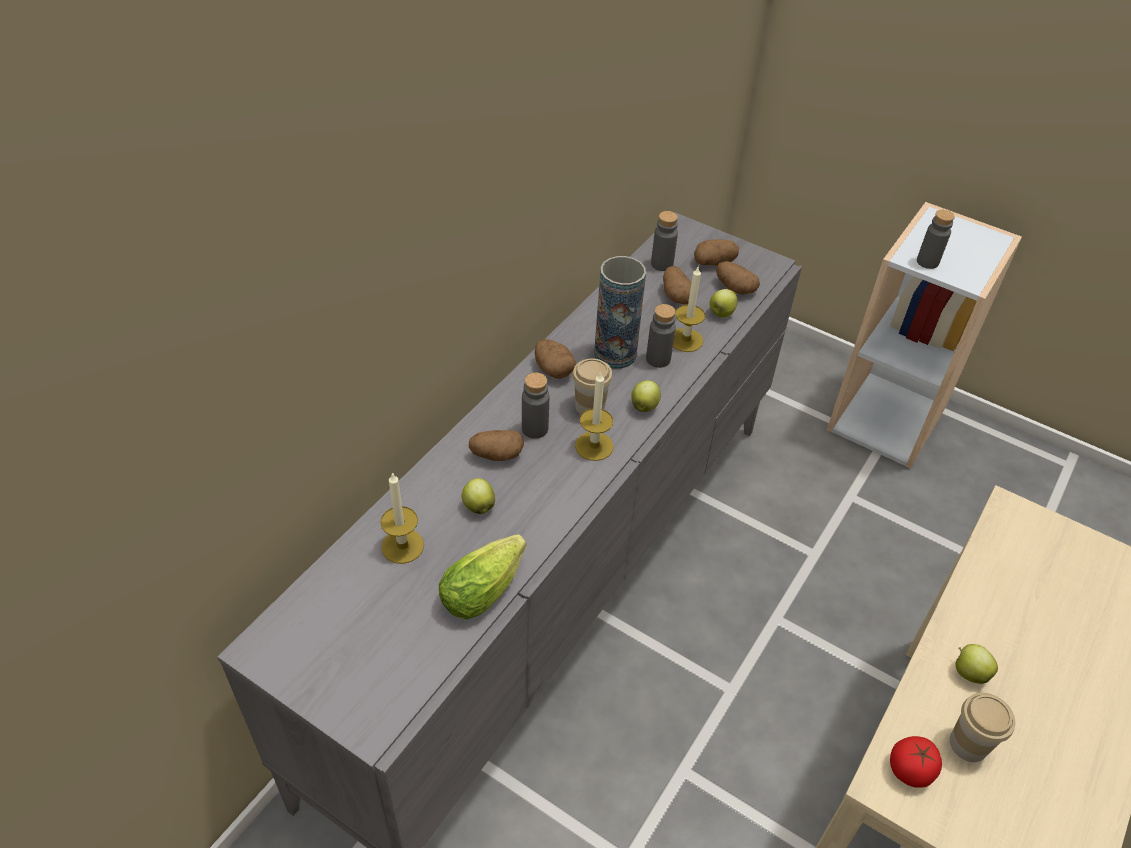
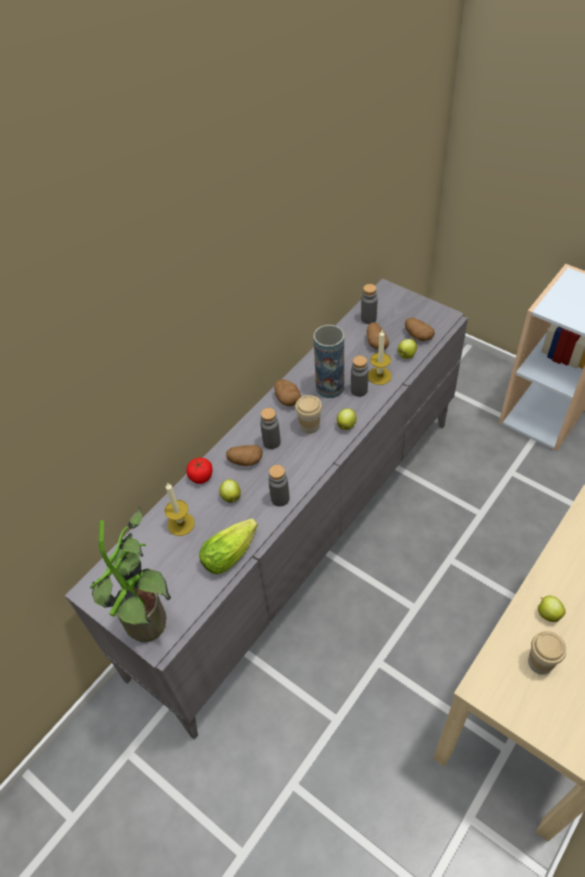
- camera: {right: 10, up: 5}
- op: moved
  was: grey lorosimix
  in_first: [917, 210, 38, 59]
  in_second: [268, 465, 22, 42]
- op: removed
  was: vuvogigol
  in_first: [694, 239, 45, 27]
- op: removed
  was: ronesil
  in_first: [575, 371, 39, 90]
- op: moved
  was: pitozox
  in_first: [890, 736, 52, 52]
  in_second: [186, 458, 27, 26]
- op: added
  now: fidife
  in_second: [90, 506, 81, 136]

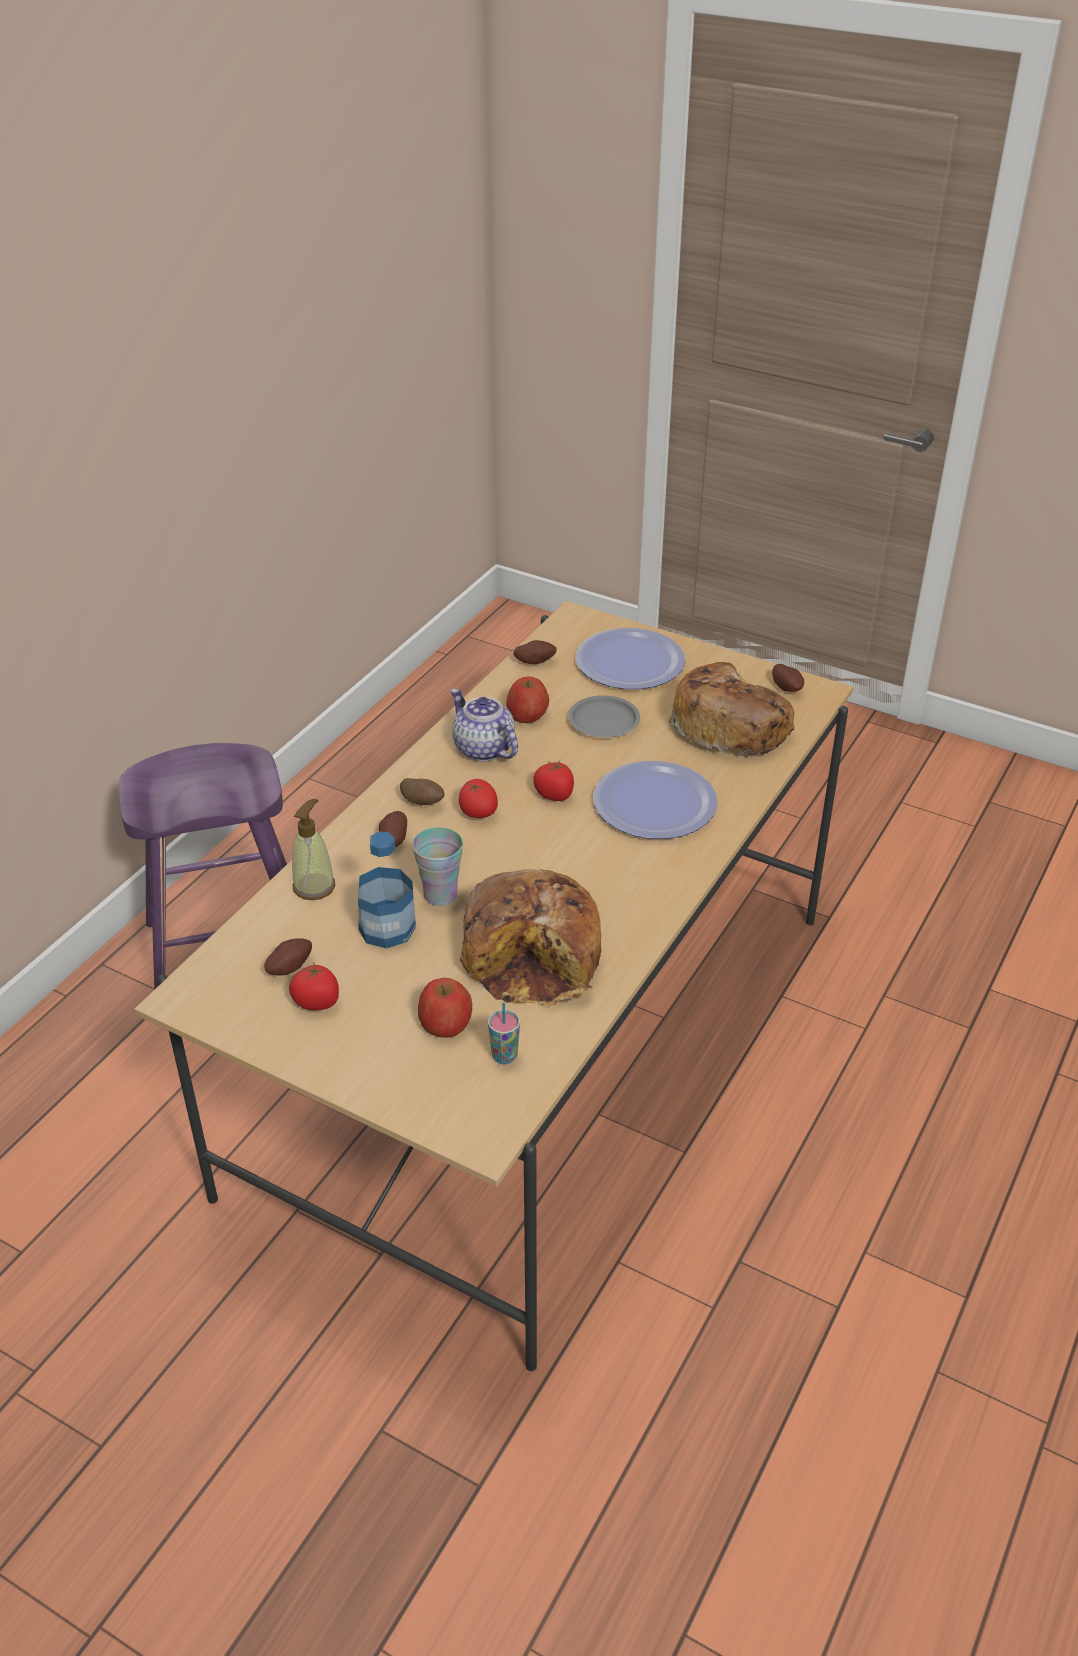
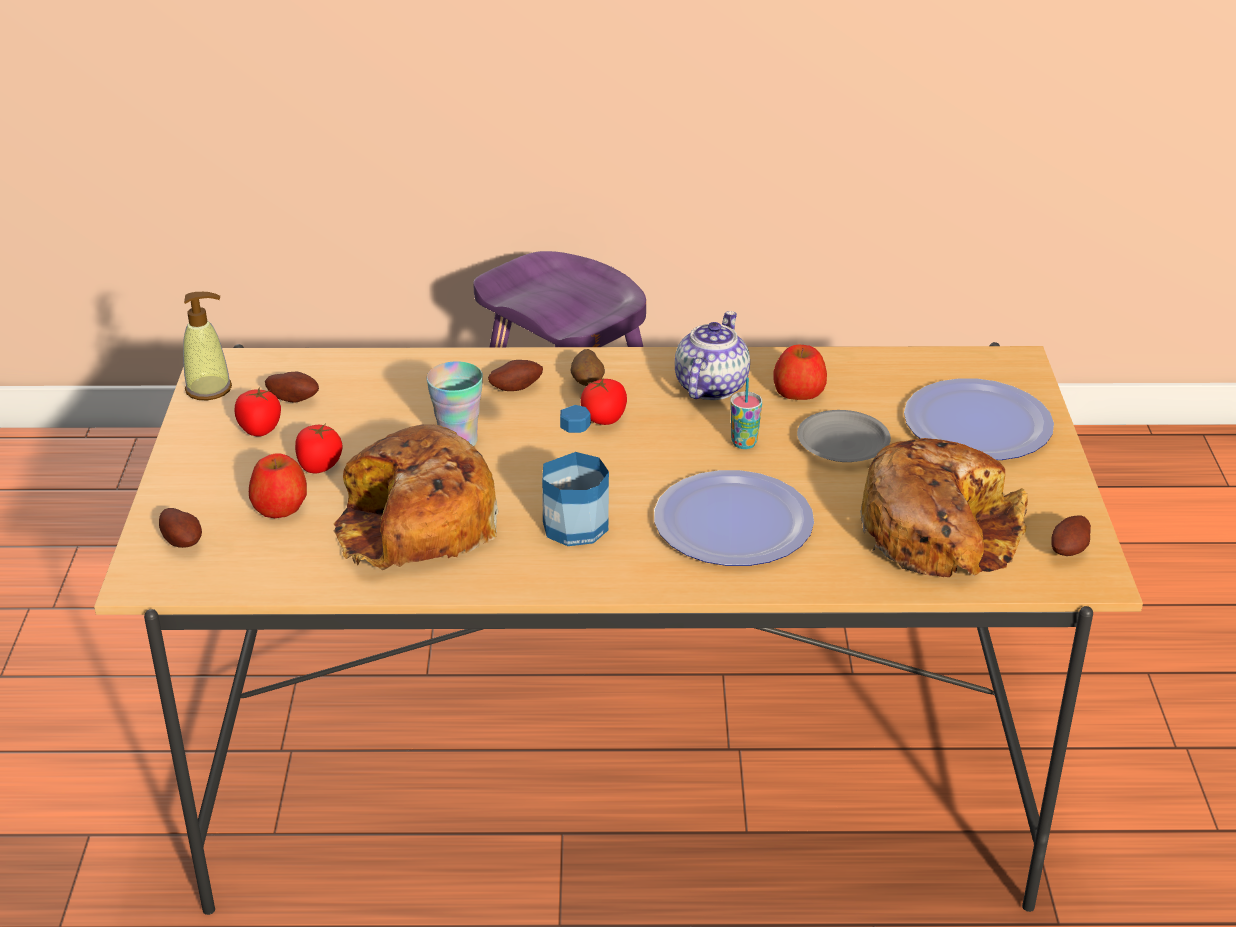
- camera: {right: 60, up: -5}
- op: moved
  was: vuvogigol
  in_first: [513, 640, 44, 24]
  in_second: [159, 508, 43, 40]
- op: moved
  was: pitozox
  in_first: [534, 760, 40, 41]
  in_second: [295, 424, 47, 49]
- op: moved
  was: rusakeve
  in_first: [292, 799, 43, 101]
  in_second: [183, 292, 49, 108]
- op: moved
  was: lorosimix
  in_first: [358, 831, 58, 117]
  in_second: [542, 405, 67, 141]
- op: moved
  was: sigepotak
  in_first: [488, 1002, 32, 62]
  in_second: [730, 377, 32, 72]

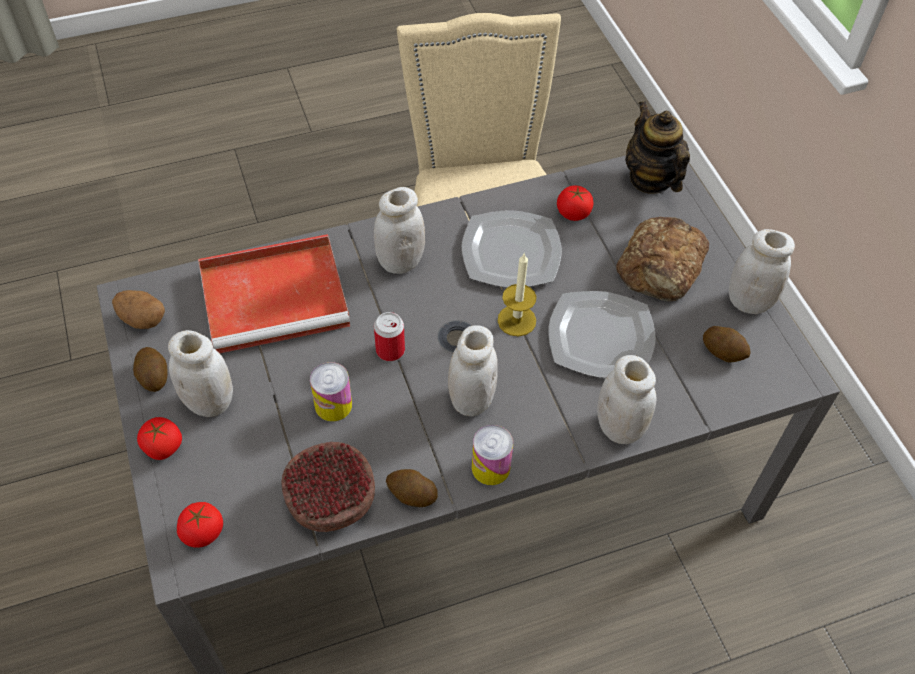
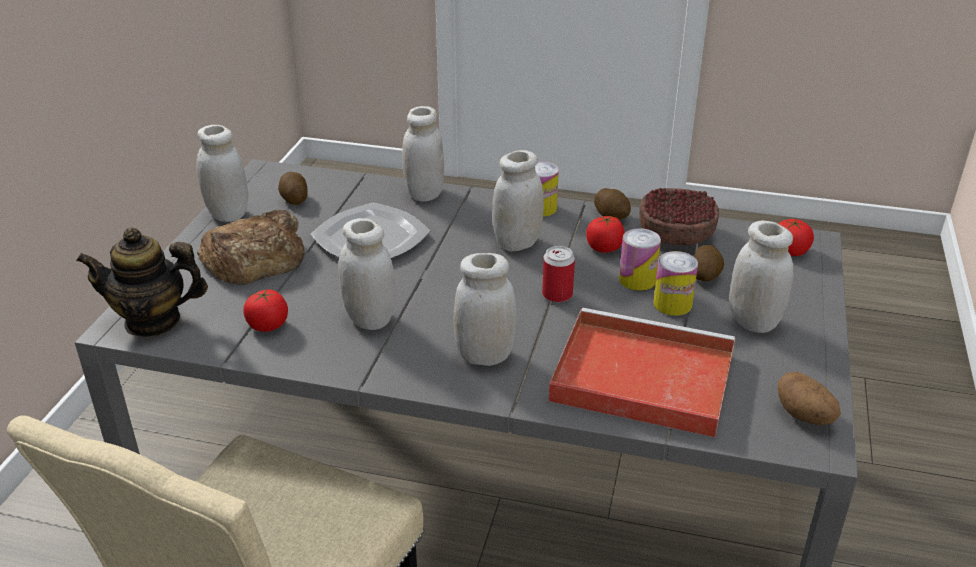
- camera: {right: -145, up: -20}
- op: turned
  was: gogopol
  in_first: [625, 101, 65, 93]
  in_second: [76, 227, 132, 110]
  clockwise: 75
- op: replaced
  was: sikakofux
  now: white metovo
  in_first: [462, 210, 100, 77]
  in_second: [339, 218, 57, 112]
- op: removed
  was: ronesil
  in_first: [498, 253, 38, 83]
- op: moved
  was: vuvogigol
  in_first: [133, 347, 35, 45]
  in_second: [694, 245, 30, 36]
- op: moved
  was: pitozox
  in_first: [137, 417, 45, 43]
  in_second: [586, 216, 39, 37]
- op: added
  now: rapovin
  in_second: [654, 251, 44, 65]

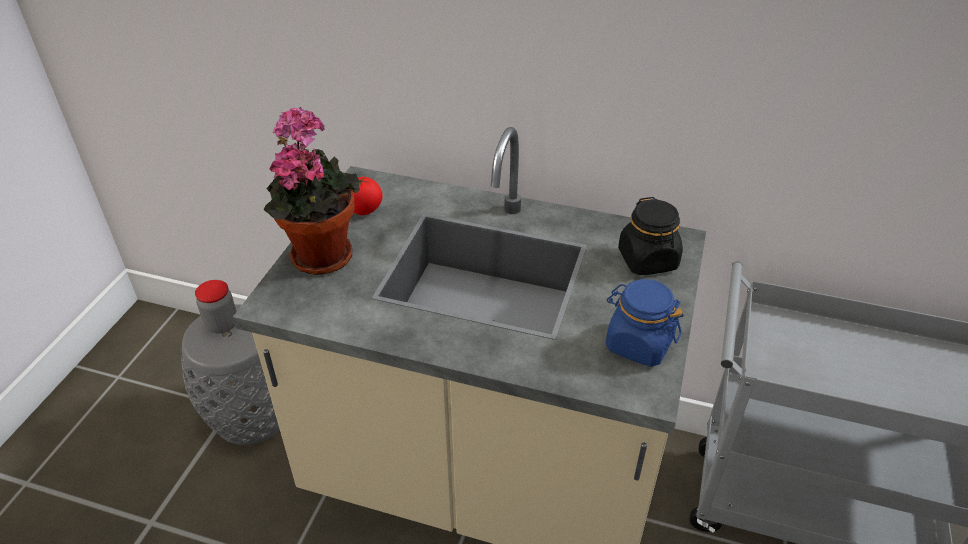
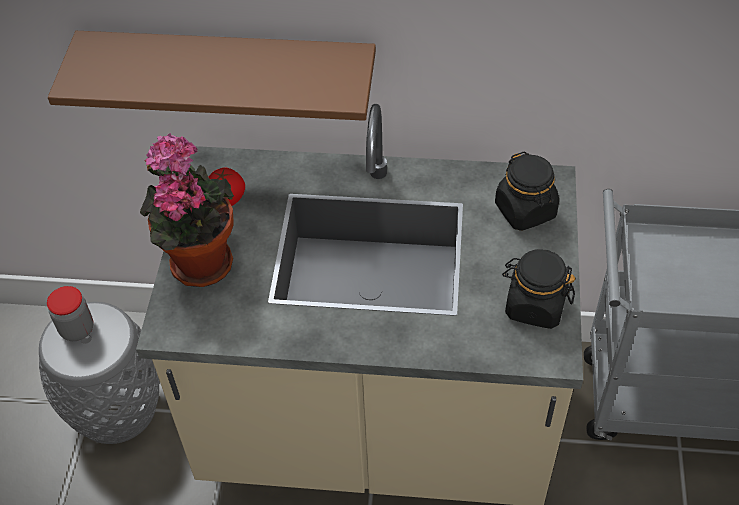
- camera: {right: -10, up: 10}
- op: recoloured
  was: blue metovo
  now: black metovo
  in_first: [606, 279, 77, 88]
  in_second: [502, 249, 74, 80]
- op: added
  now: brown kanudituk
  in_second: [48, 31, 328, 90]

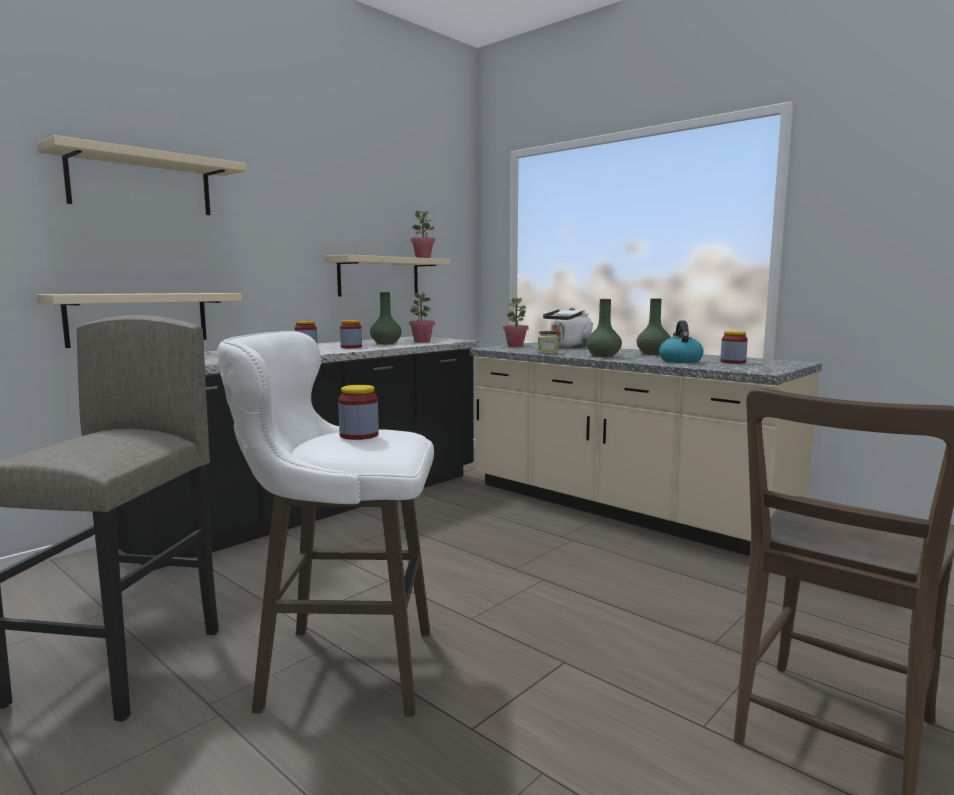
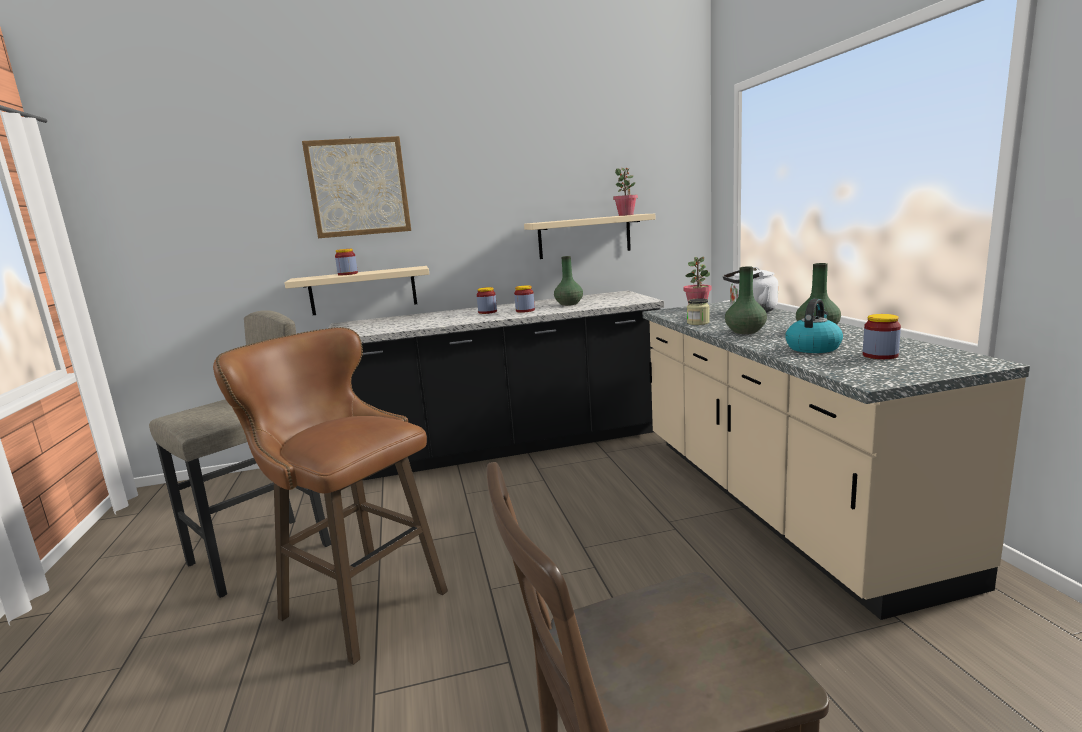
- camera: {right: 35, up: 5}
- op: replaced
  was: beige kanudituk
  now: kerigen
  in_first: [37, 135, 210, 80]
  in_second: [302, 136, 109, 102]
- op: removed
  was: fidife
  in_first: [409, 293, 26, 50]
- op: recoloured
  was: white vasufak
  now: brown vasufak
  in_first: [217, 331, 217, 386]
  in_second: [213, 327, 235, 338]
- op: moved
  was: metovo
  in_first: [338, 385, 41, 55]
  in_second: [335, 249, 23, 26]

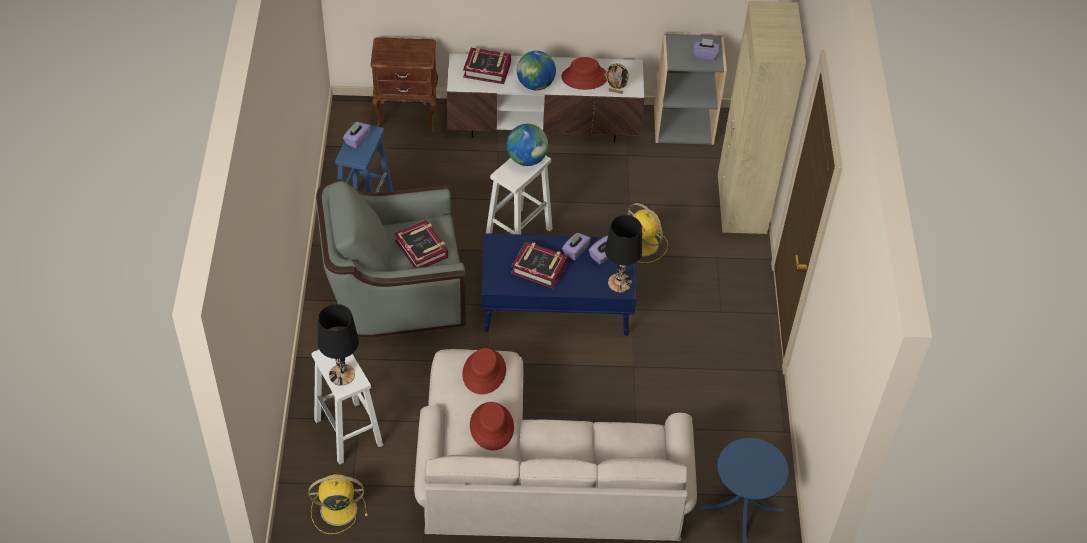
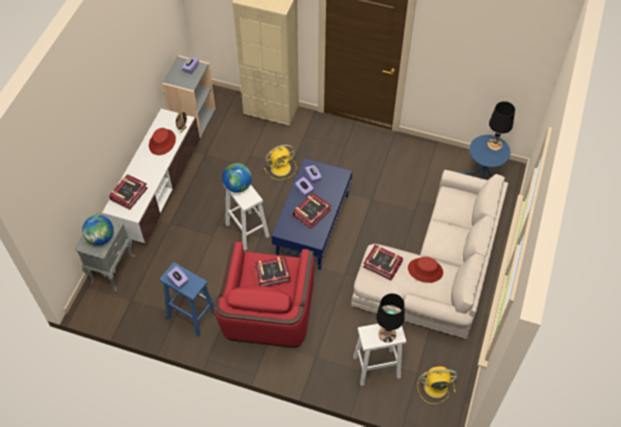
- camera: {right: -70, up: 5}
- op: recoloured
  was: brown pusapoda
  now: grey pusapoda
  in_first: [370, 37, 68, 94]
  in_second: [75, 213, 60, 78]
- op: moved
  was: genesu
  in_first: [517, 51, 39, 39]
  in_second: [82, 215, 32, 30]
- op: recoloured
  was: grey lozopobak
  now: red lozopobak
  in_first: [316, 179, 150, 159]
  in_second: [214, 242, 100, 106]
- op: moved
  was: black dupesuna
  in_first: [605, 215, 37, 77]
  in_second: [487, 101, 28, 50]
- op: replaced
  was: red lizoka
  now: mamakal
  in_first: [462, 348, 44, 47]
  in_second: [363, 245, 40, 36]
- op: turned
  was: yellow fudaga
  in_first: [308, 474, 60, 60]
  in_second: [418, 366, 39, 38]
  clockwise: 75

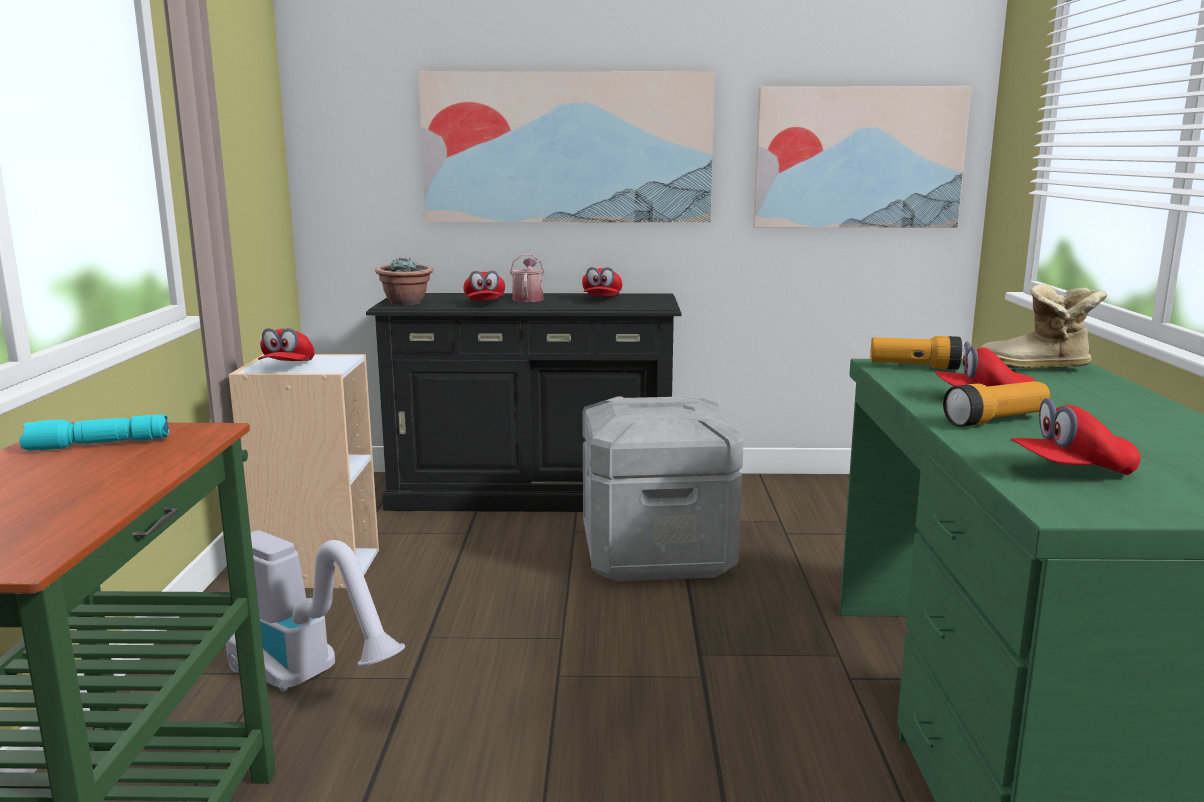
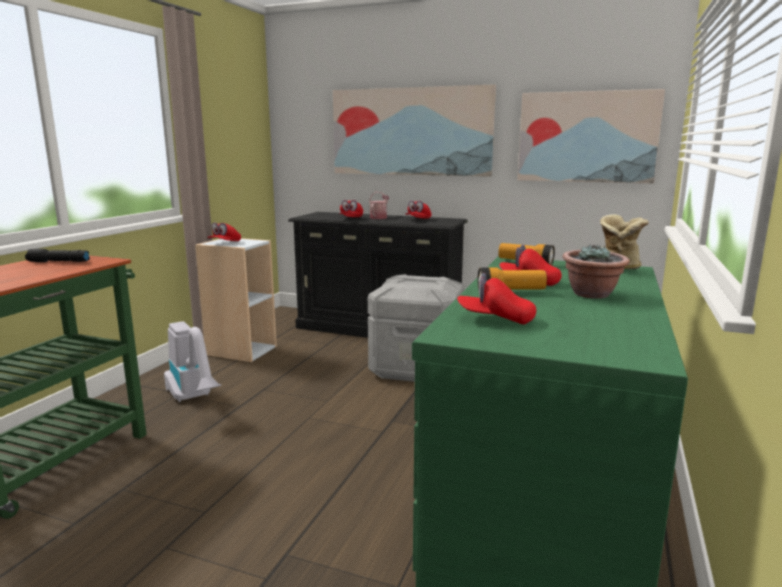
- camera: {right: 20, up: 0}
- op: moved
  was: fidife
  in_first: [375, 257, 58, 49]
  in_second: [563, 244, 67, 55]
- op: recoloured
  was: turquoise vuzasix
  now: black vuzasix
  in_first: [19, 415, 150, 35]
  in_second: [25, 249, 65, 13]

